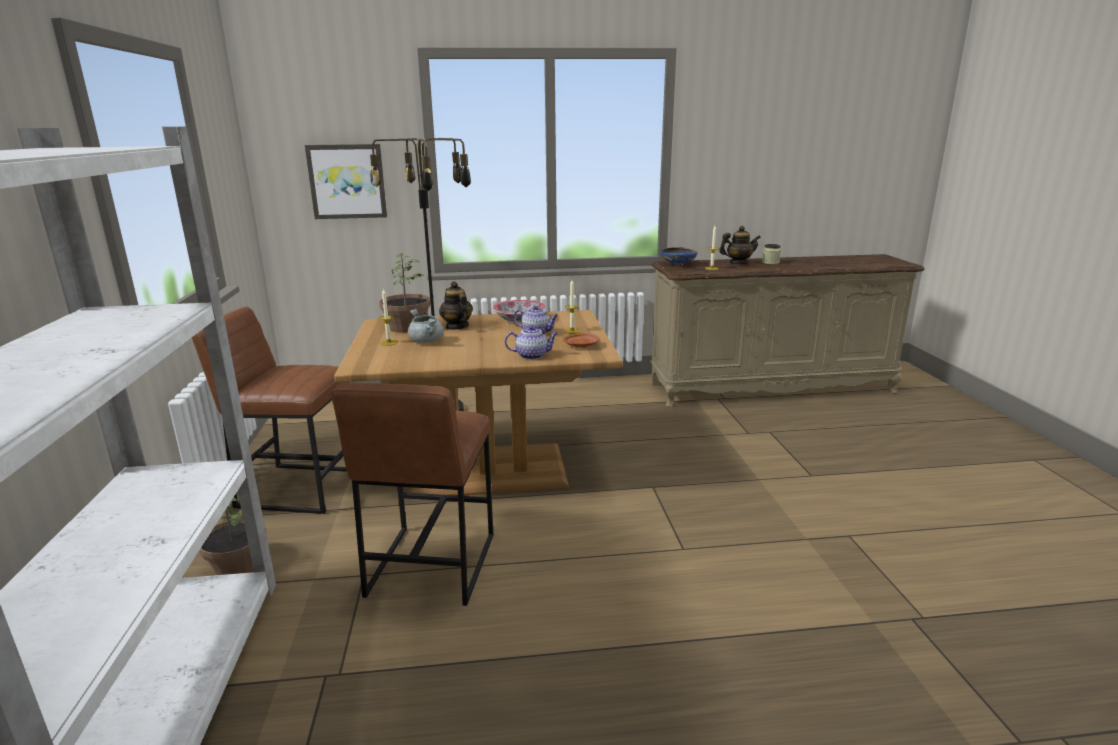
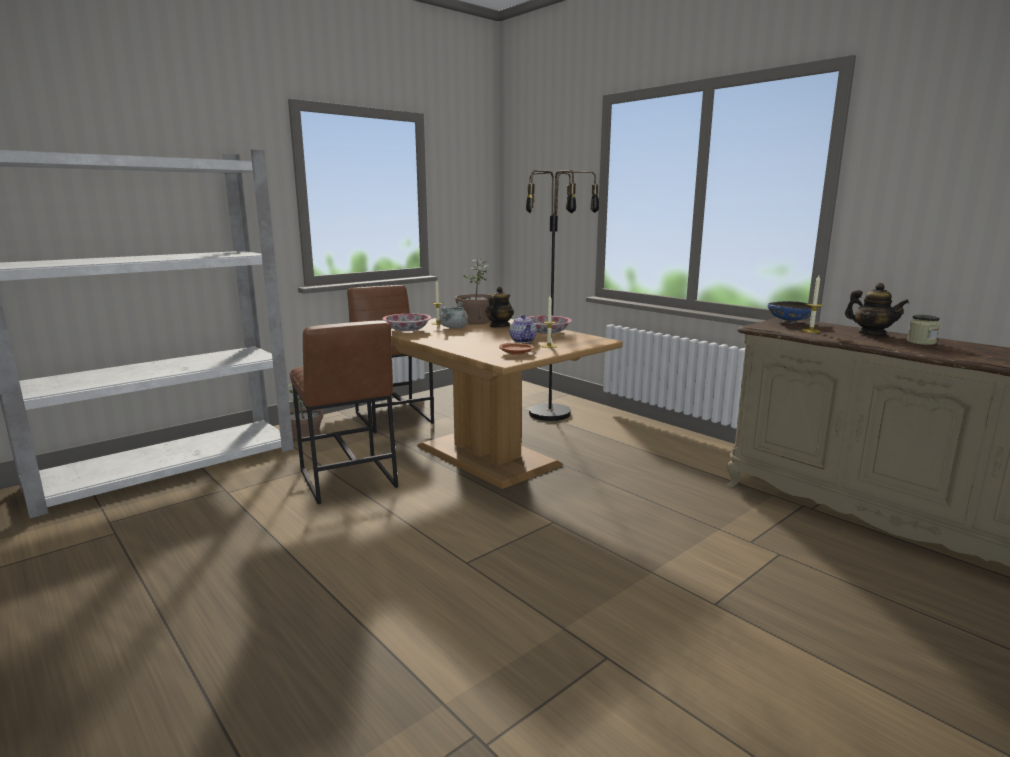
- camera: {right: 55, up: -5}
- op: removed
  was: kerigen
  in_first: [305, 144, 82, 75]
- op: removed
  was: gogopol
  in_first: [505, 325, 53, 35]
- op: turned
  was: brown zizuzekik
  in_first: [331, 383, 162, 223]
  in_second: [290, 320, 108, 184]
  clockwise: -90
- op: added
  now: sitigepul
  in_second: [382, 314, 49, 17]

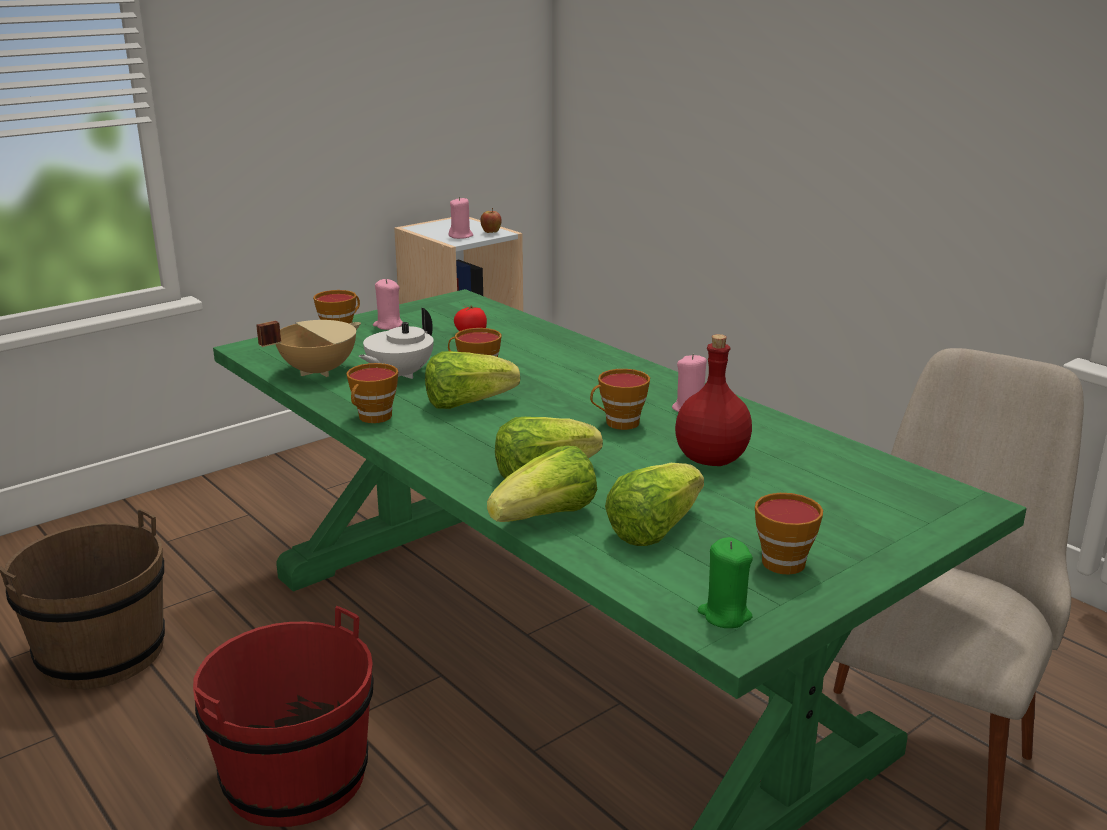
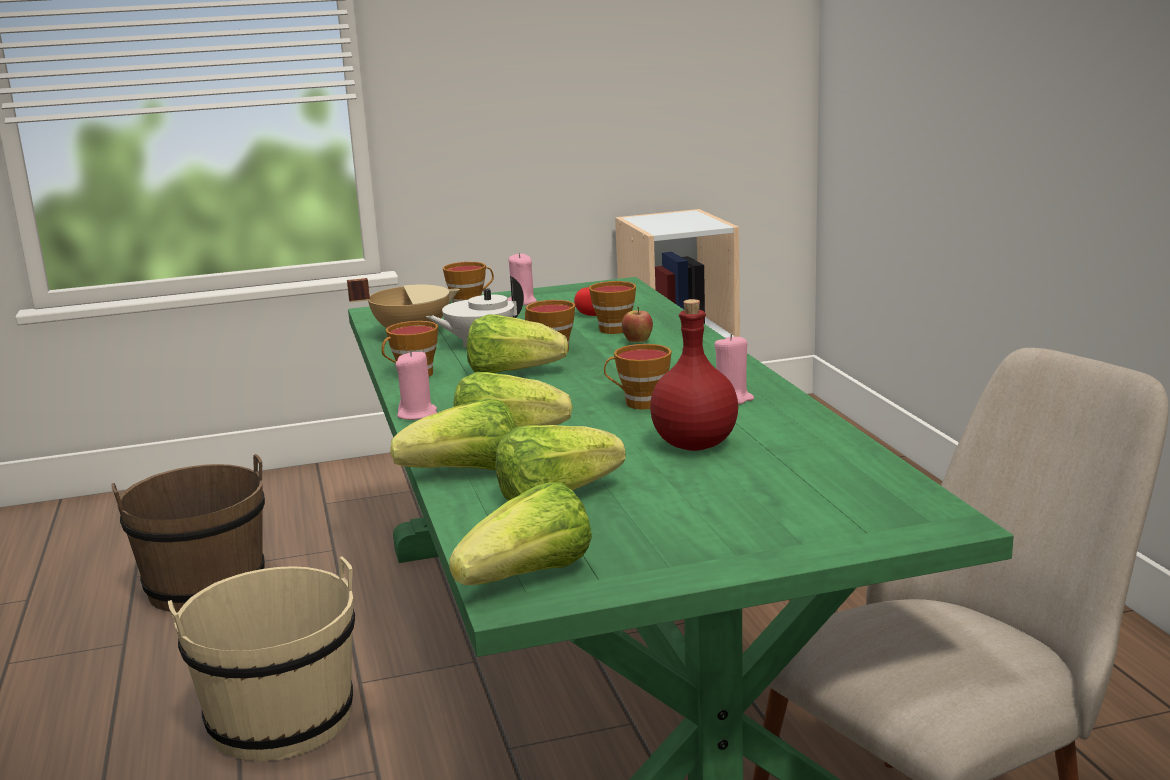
- camera: {right: 25, up: -5}
- op: moved
  was: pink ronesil
  in_first: [449, 197, 24, 42]
  in_second: [395, 350, 42, 70]
- op: moved
  was: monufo
  in_first: [480, 208, 22, 25]
  in_second: [622, 307, 31, 35]
- op: moved
  was: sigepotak
  in_first: [755, 493, 68, 82]
  in_second: [589, 281, 47, 53]
- op: replaced
  was: green ronesil
  now: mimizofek
  in_first: [698, 537, 55, 91]
  in_second: [449, 482, 143, 103]
- op: recoloured
  was: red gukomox
  now: beige gukomox
  in_first: [193, 606, 180, 221]
  in_second: [168, 557, 187, 204]

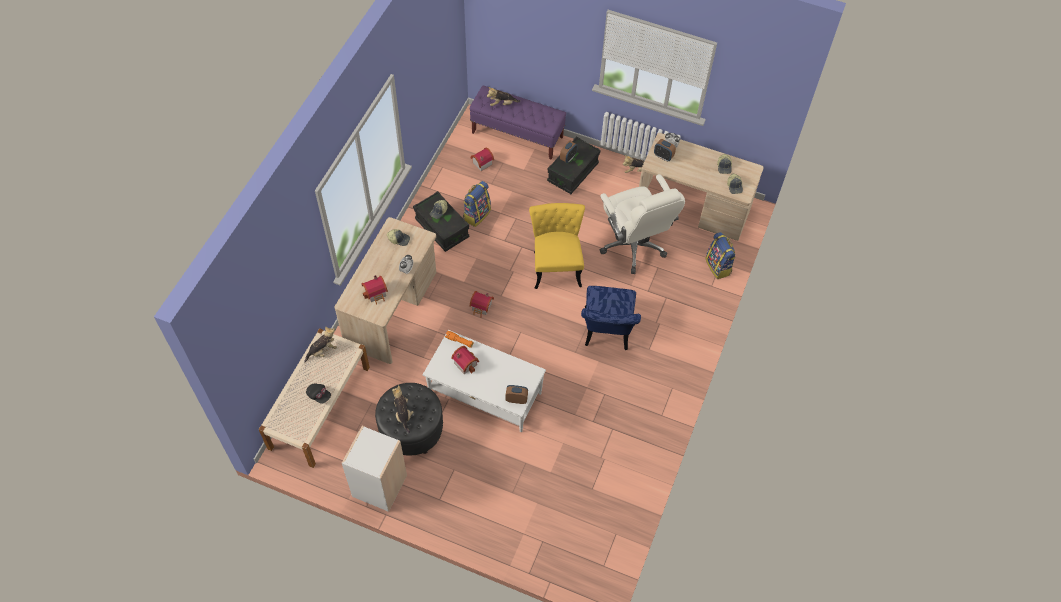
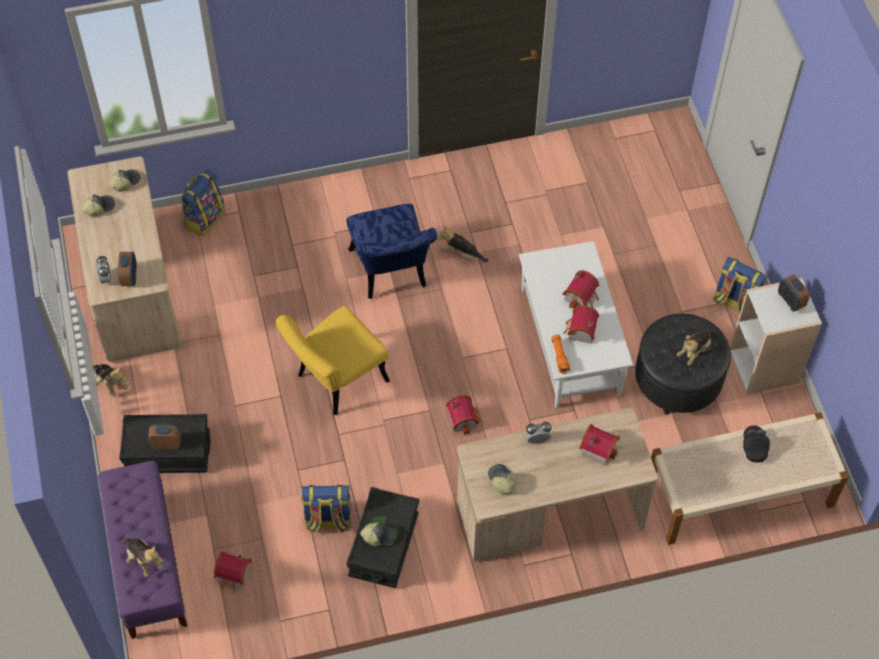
- camera: {right: -125, up: 0}
- op: removed
  was: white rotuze
  in_first: [600, 174, 85, 100]
- op: turned
  was: blue zizuzekik
  in_first: [581, 286, 60, 64]
  in_second: [347, 204, 90, 95]
  clockwise: 105
- op: moved
  was: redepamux
  in_first: [304, 326, 33, 36]
  in_second: [437, 225, 52, 37]
- op: moved
  was: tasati
  in_first: [505, 385, 23, 19]
  in_second: [778, 275, 31, 37]
- op: added
  now: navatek
  in_second: [713, 257, 54, 58]
- op: added
  now: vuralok
  in_second: [562, 270, 37, 39]

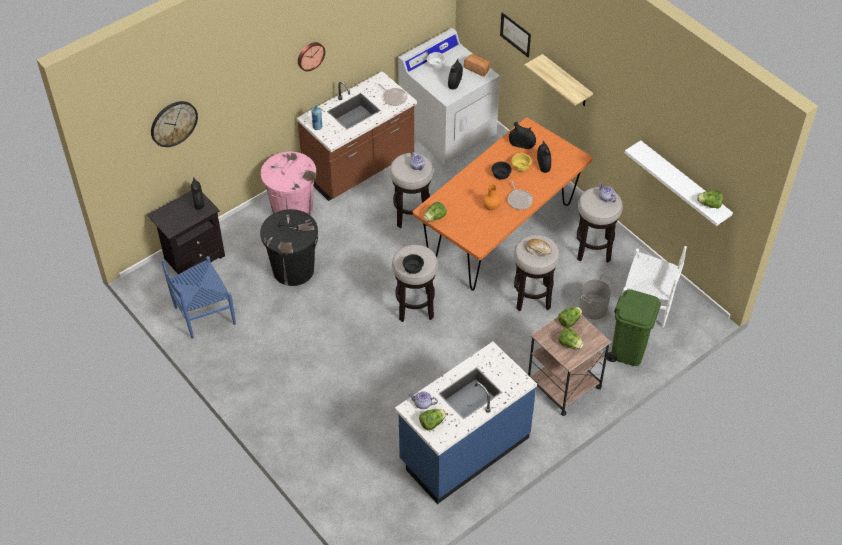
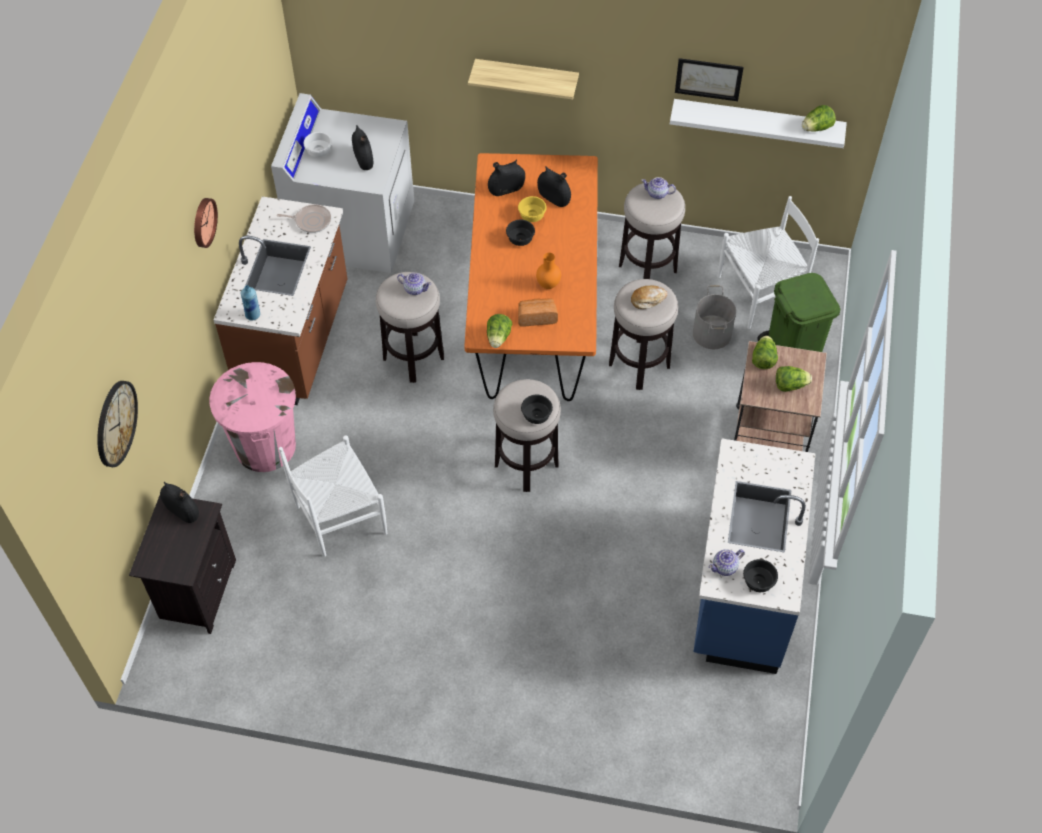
- camera: {right: -40, up: 5}
- op: moved
  was: kerigen
  in_first: [500, 12, 31, 46]
  in_second: [675, 58, 69, 43]
- op: moved
  was: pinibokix
  in_first: [464, 54, 26, 22]
  in_second: [518, 298, 40, 29]
- op: removed
  was: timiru
  in_first: [508, 181, 25, 29]
- op: replaced
  was: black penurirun
  now: white zizuzekik
  in_first: [260, 209, 58, 77]
  in_second: [279, 435, 108, 122]
- op: removed
  was: blue zizuzekik
  in_first: [162, 256, 74, 83]
- op: replaced
  was: mimizofek
  now: black sitigepul
  in_first: [419, 409, 27, 22]
  in_second: [743, 559, 35, 33]

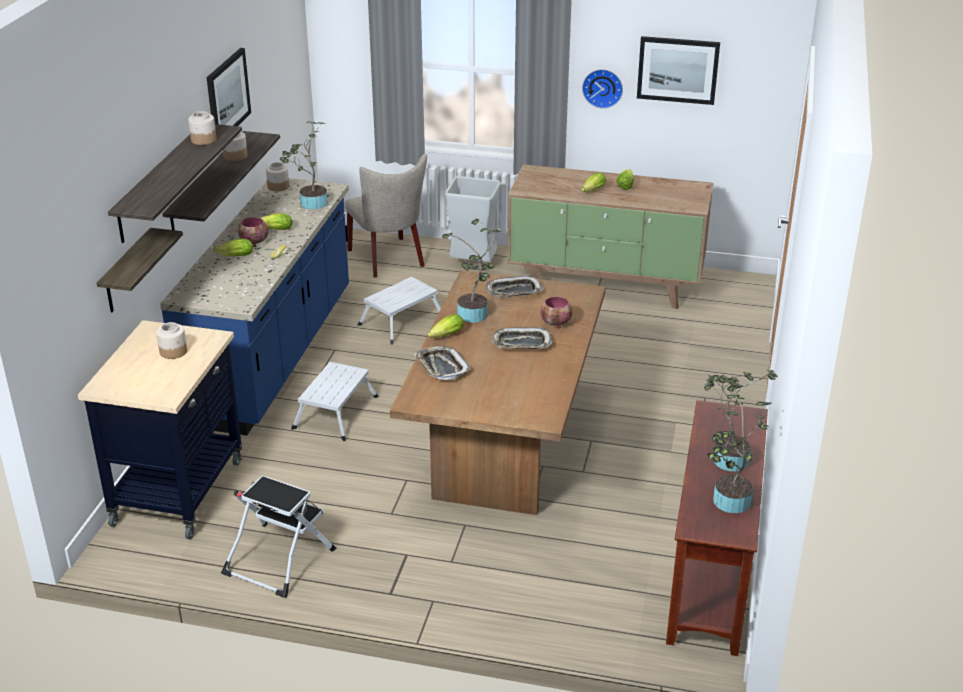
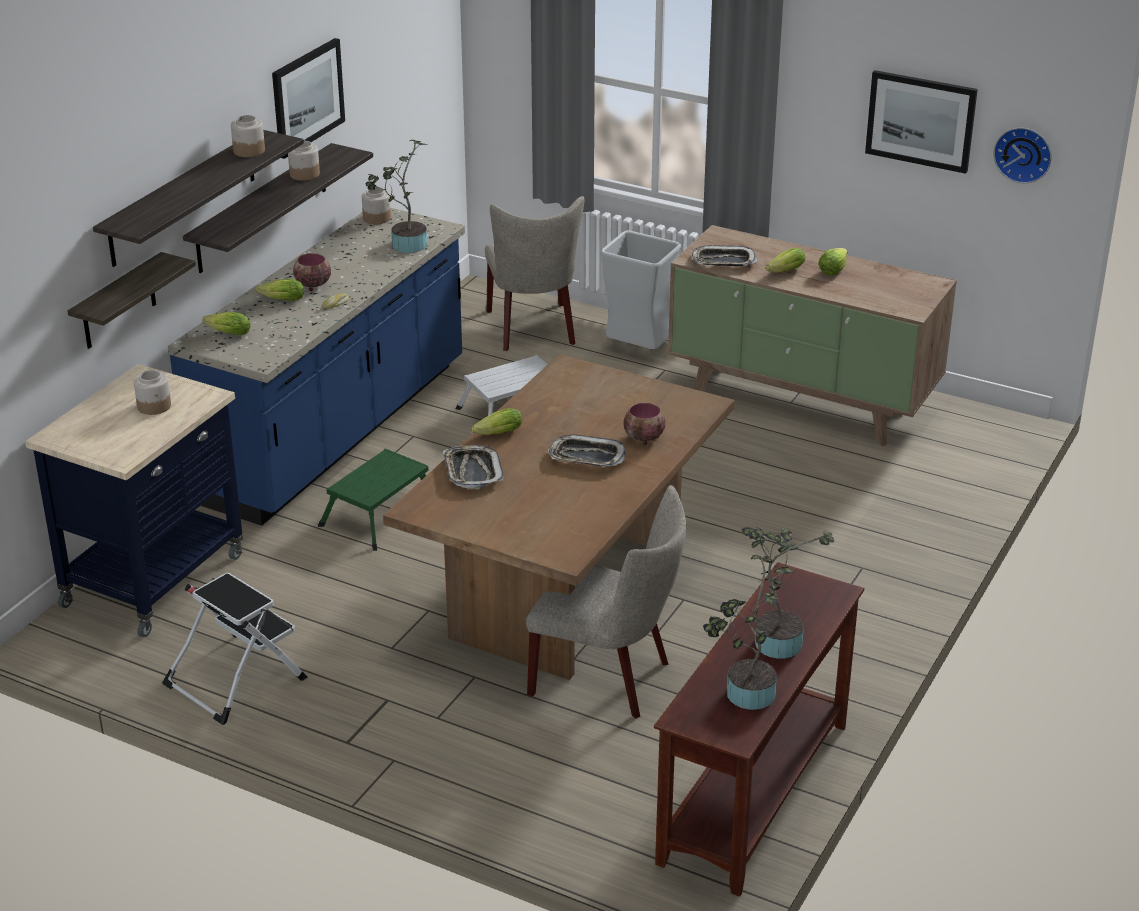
- camera: {right: 15, up: 0}
- op: moved
  was: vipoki
  in_first: [582, 69, 41, 40]
  in_second: [993, 128, 59, 55]
- op: moved
  was: mimizofek
  in_first: [261, 213, 31, 17]
  in_second: [202, 312, 49, 23]
- op: removed
  was: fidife
  in_first: [442, 219, 60, 104]
- op: moved
  was: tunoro
  in_first: [486, 276, 57, 21]
  in_second: [691, 246, 66, 20]
- op: recoloured
  was: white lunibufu
  now: green lunibufu
  in_first: [291, 361, 88, 80]
  in_second: [318, 449, 110, 102]
- op: added
  now: beige zizuzekik
  in_second: [526, 485, 160, 234]

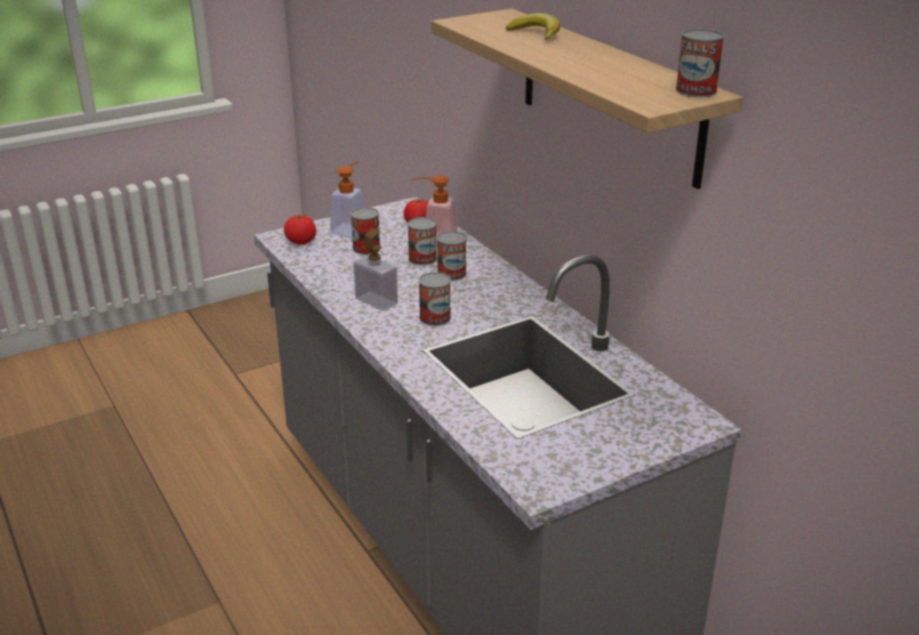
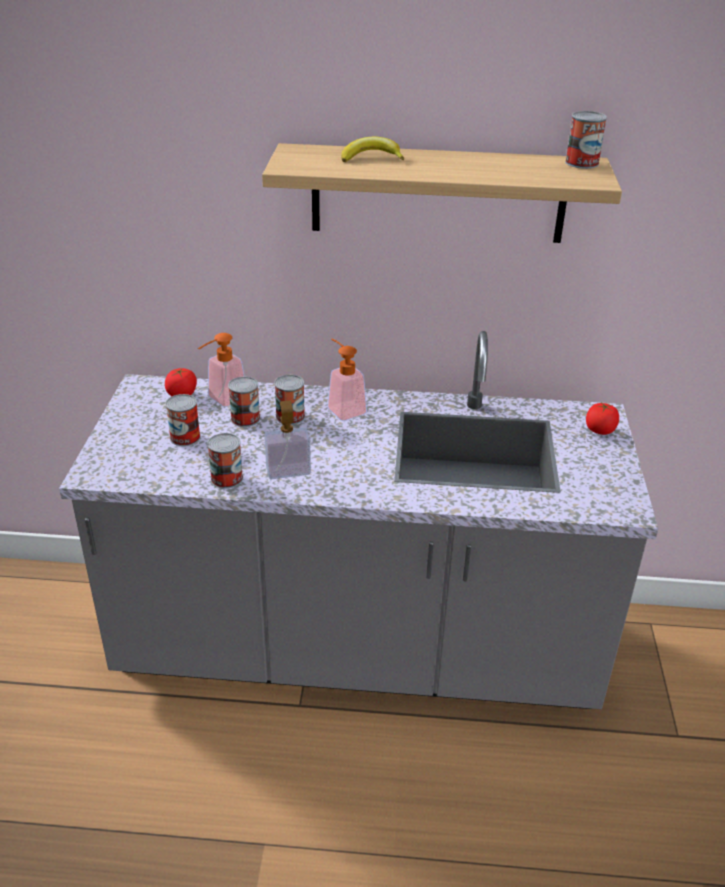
- camera: {right: -55, up: 5}
- op: moved
  was: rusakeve
  in_first: [330, 161, 34, 77]
  in_second: [327, 339, 40, 82]
- op: moved
  was: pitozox
  in_first: [284, 215, 32, 29]
  in_second: [586, 403, 33, 32]
- op: moved
  was: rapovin
  in_first: [419, 272, 32, 54]
  in_second: [207, 433, 36, 56]

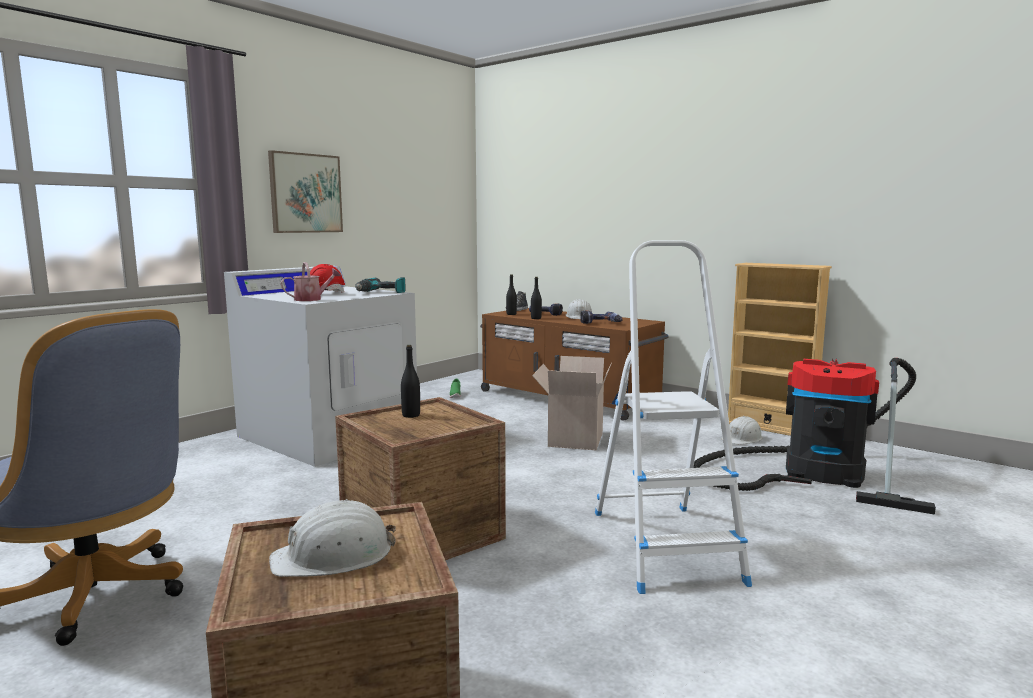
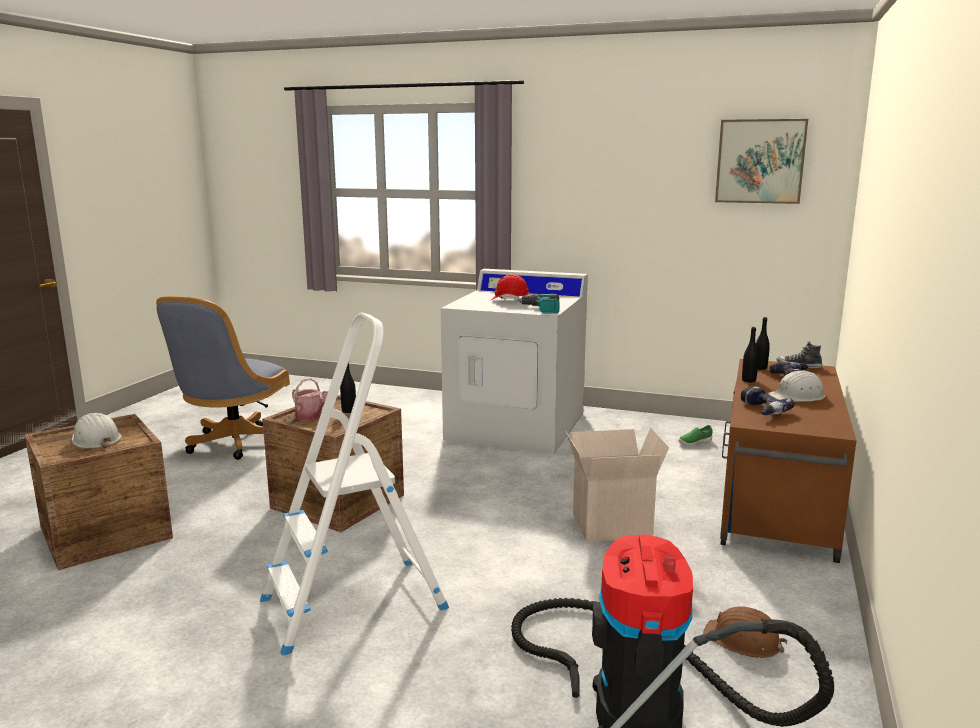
- camera: {right: 70, up: 5}
- op: moved
  was: kerigen
  in_first: [268, 150, 75, 83]
  in_second: [715, 119, 93, 85]
- op: moved
  was: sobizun
  in_first: [281, 262, 60, 39]
  in_second: [292, 378, 36, 43]
- op: removed
  was: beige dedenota
  in_first: [728, 263, 104, 173]
- op: recoloured
  was: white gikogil
  now: brown gikogil
  in_first: [721, 416, 42, 29]
  in_second: [703, 606, 85, 52]

